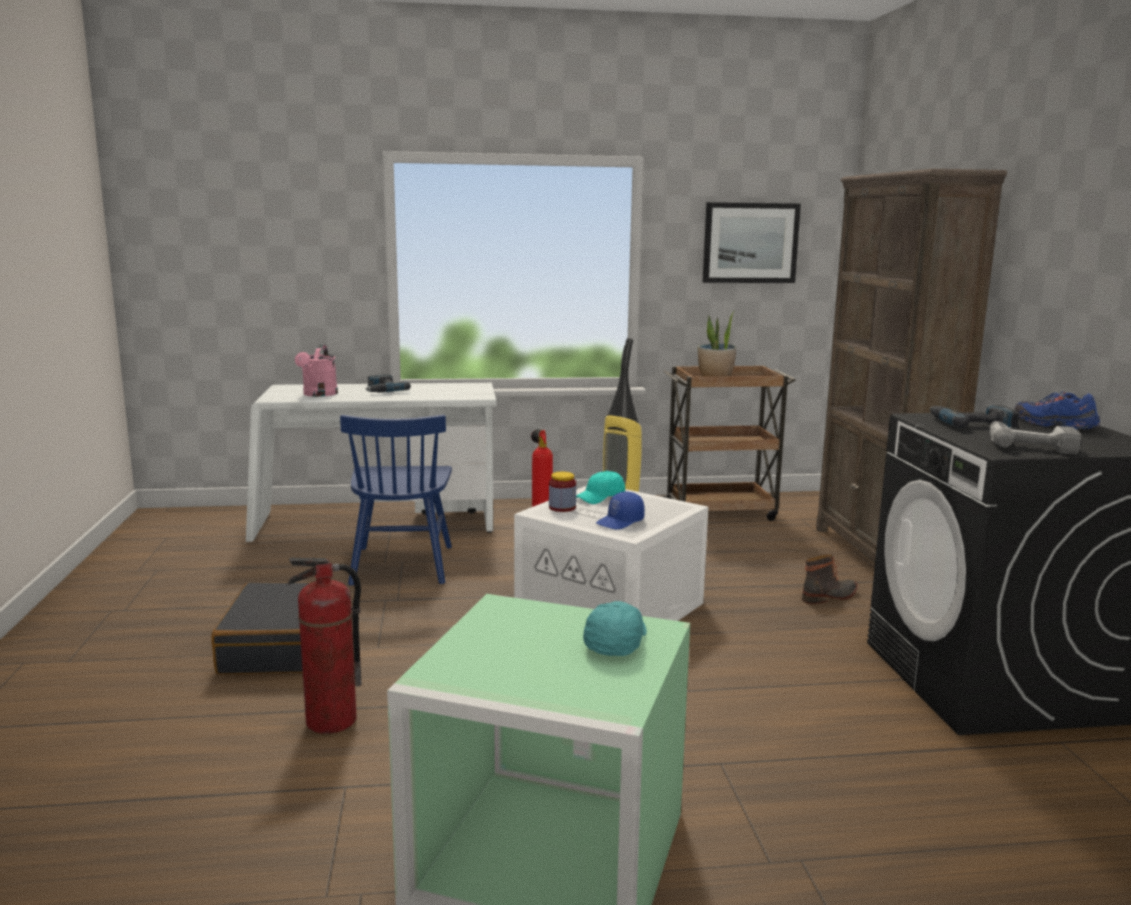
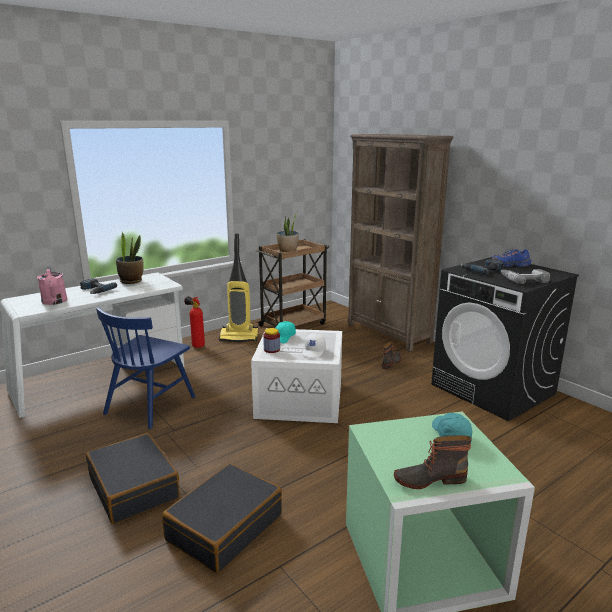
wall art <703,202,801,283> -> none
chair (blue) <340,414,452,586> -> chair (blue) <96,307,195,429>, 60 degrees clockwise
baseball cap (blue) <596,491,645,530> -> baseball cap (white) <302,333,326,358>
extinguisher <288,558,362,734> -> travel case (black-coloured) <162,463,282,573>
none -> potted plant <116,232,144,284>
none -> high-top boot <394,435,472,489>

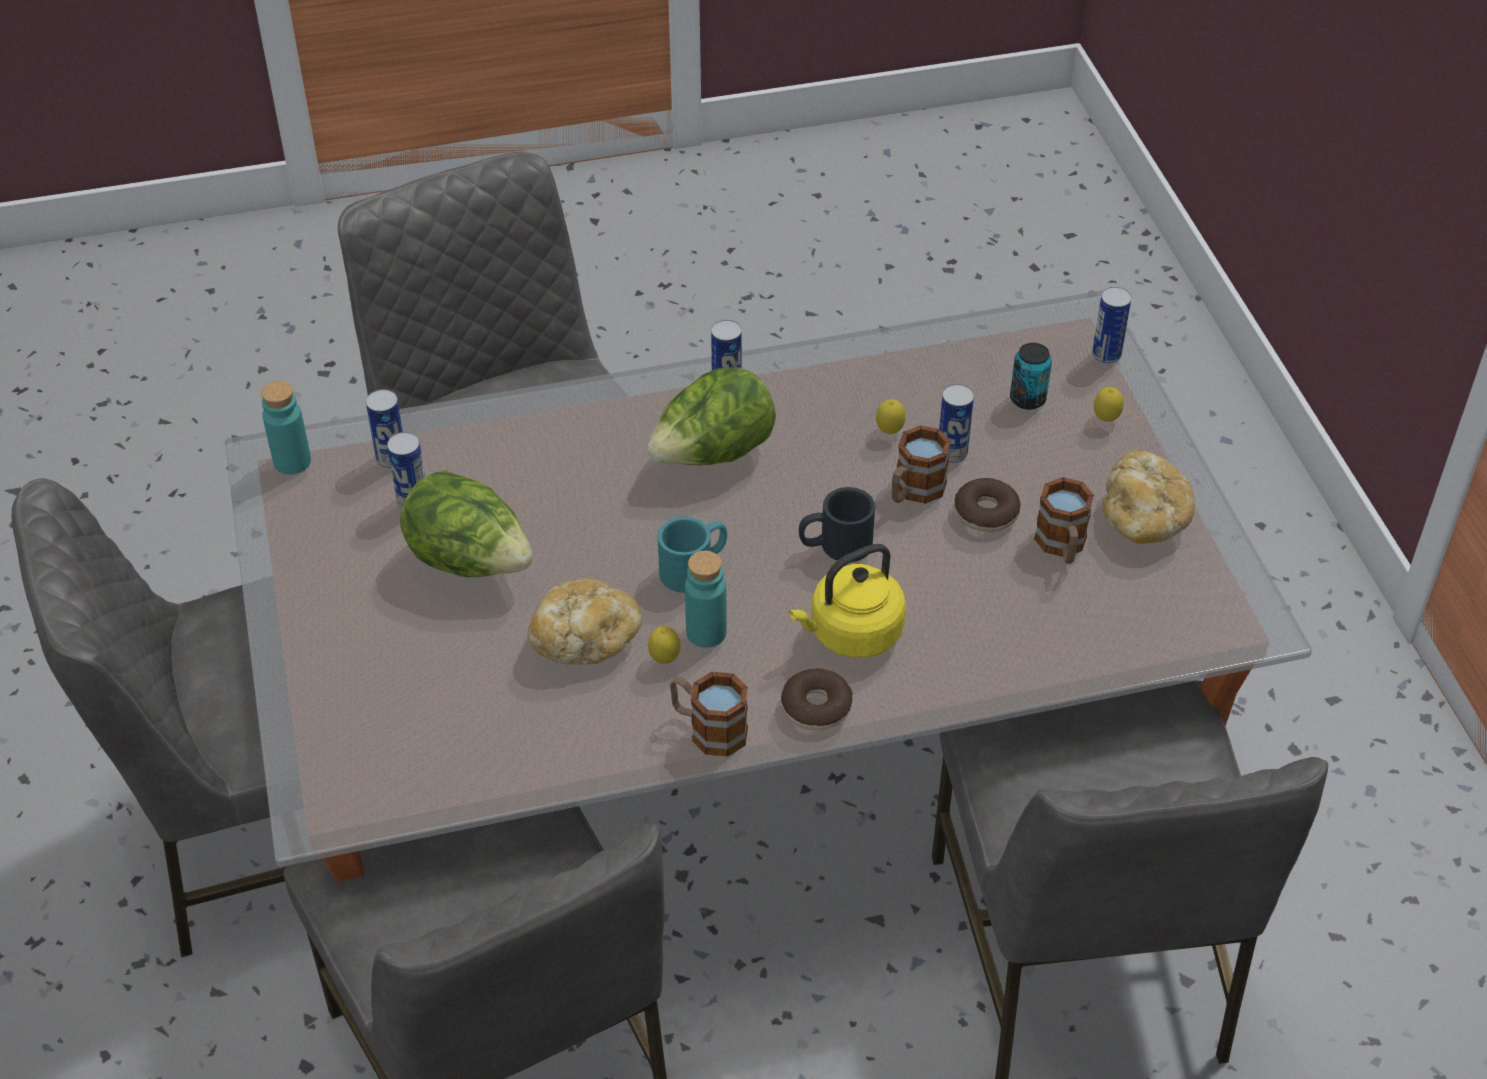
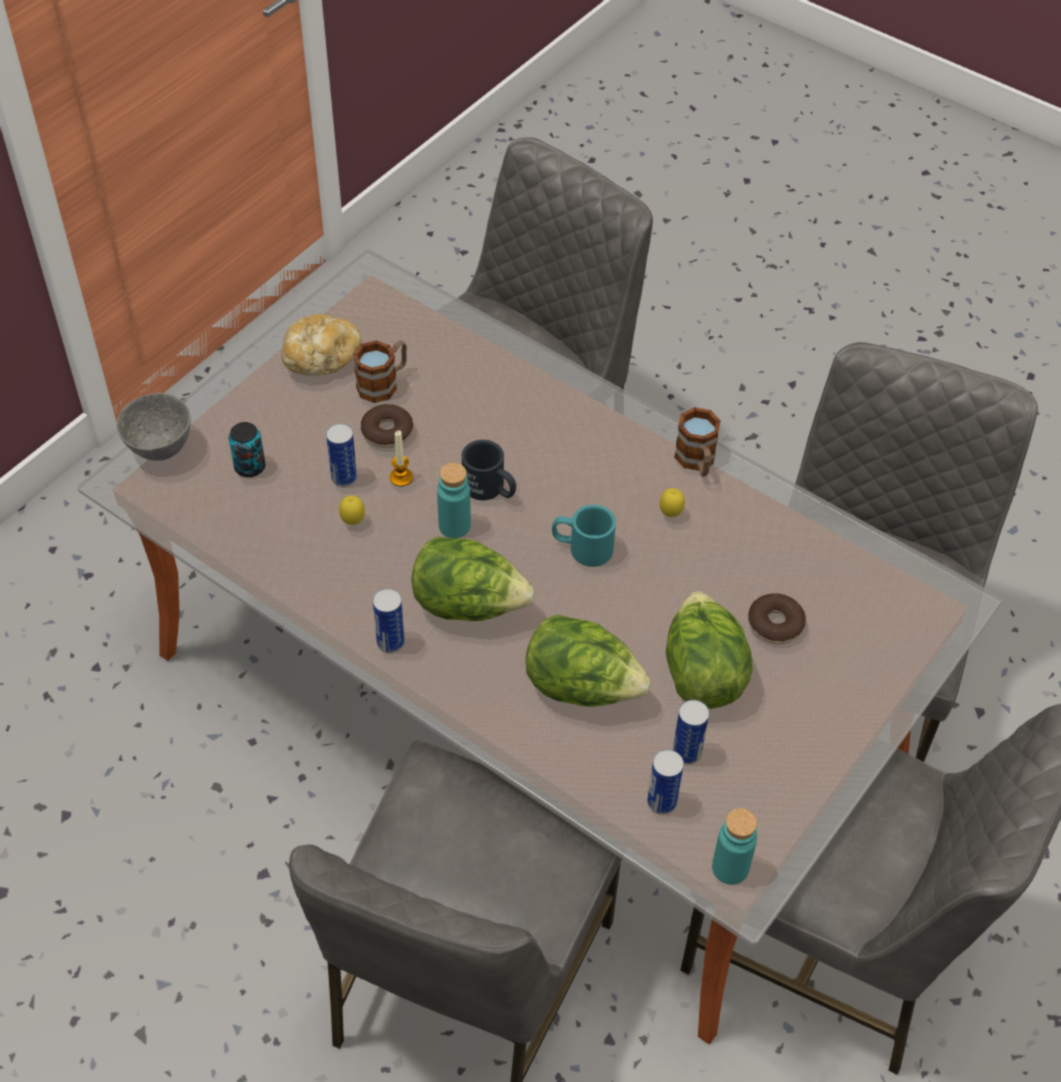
sealed can <1092,287,1132,364> -> deep dish (grey) <117,393,191,461>
citrus fruit <1094,387,1124,422> -> none
mug <892,425,951,504> -> wax light <390,431,413,487>
water kettle (yellow-coloured) <789,544,906,658> -> none
bottle (turquoise-coloured) <685,551,727,648> -> bottle (turquoise-coloured) <437,463,471,538>, moved
bakery bread <528,579,642,665> -> none
doughnut <781,668,852,730> -> doughnut <748,593,806,644>, moved
none -> lettuce <526,614,651,707>

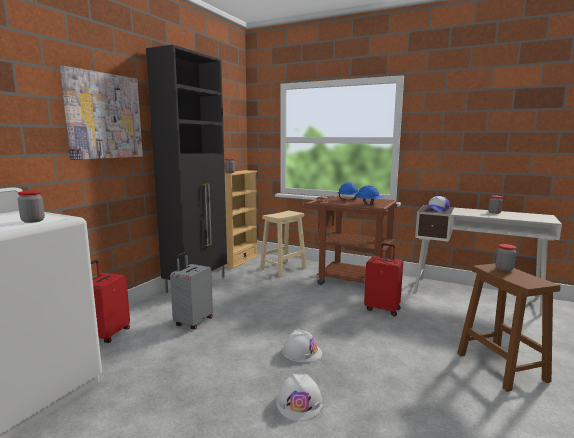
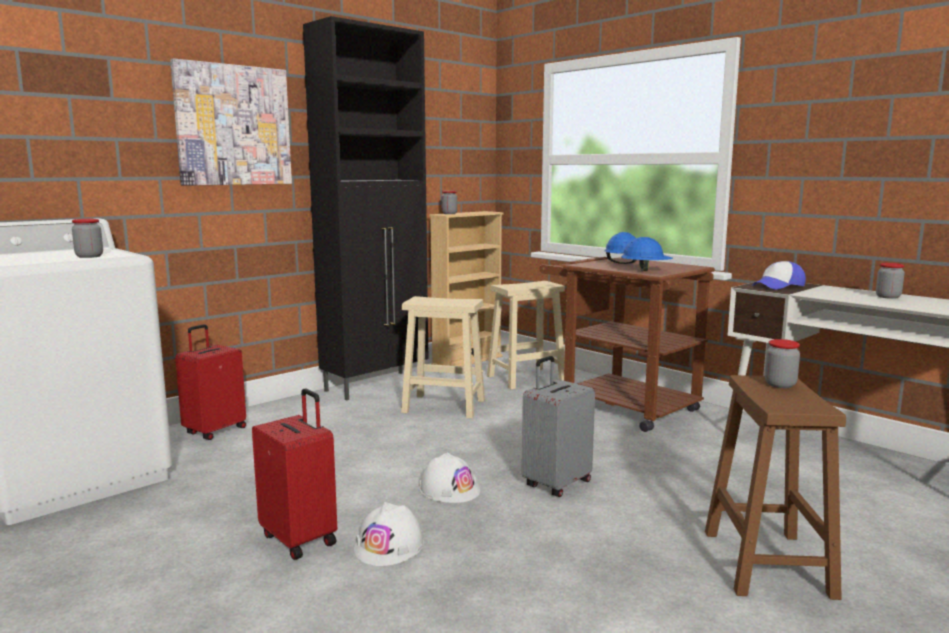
travel case (red-coloured) <364,243,403,316> -> travel case (red-coloured) <252,388,337,560>, moved
travel case (grey) <170,252,213,330> -> travel case (grey) <522,356,595,497>, moved
none -> sitting stool (sand-coloured) <401,296,485,419>

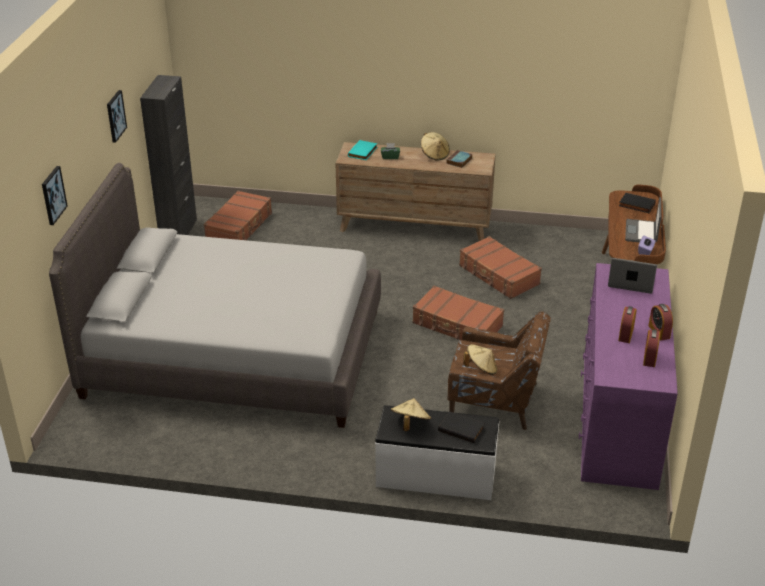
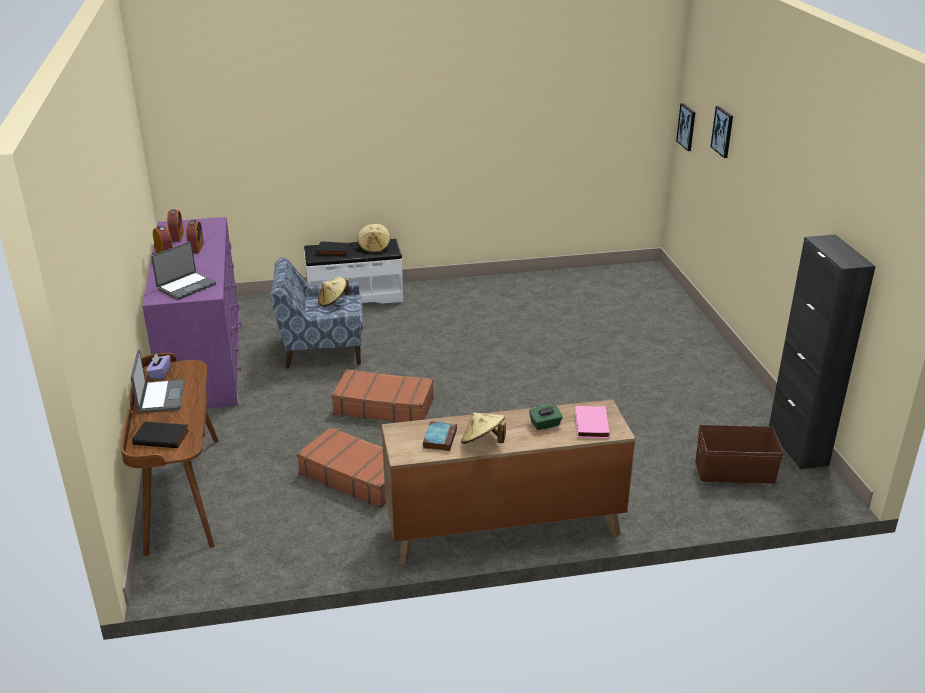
wall art <107,90,127,143> -> wall art <676,103,695,151>, moved
book (turquoise-coloured) <348,140,377,160> -> book (pinkish) <575,406,610,439>
bedroom bed (grey) <49,163,381,428> -> none
travel case (brown) <204,190,272,240> -> storage container (brown) <695,425,784,484>
laptop <608,258,657,294> -> laptop <151,241,216,300>, 45 degrees counterclockwise
armchair (brown) <447,312,551,430> -> armchair (blue) <270,257,363,368>

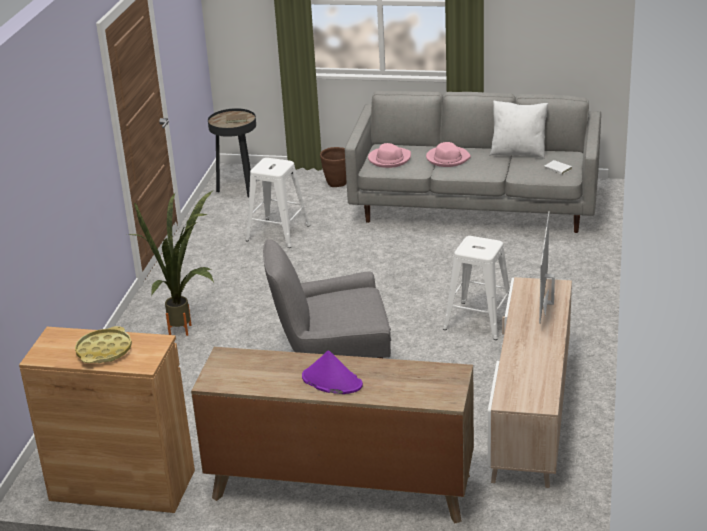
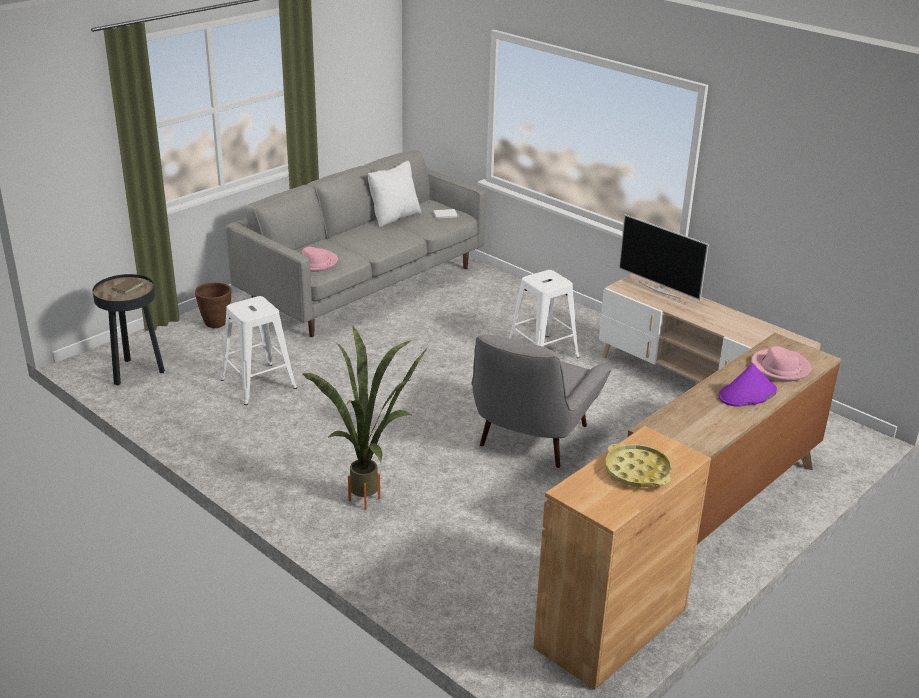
hat (pinkish) <426,142,471,167> -> hat (pinkish) <751,346,811,382>, moved

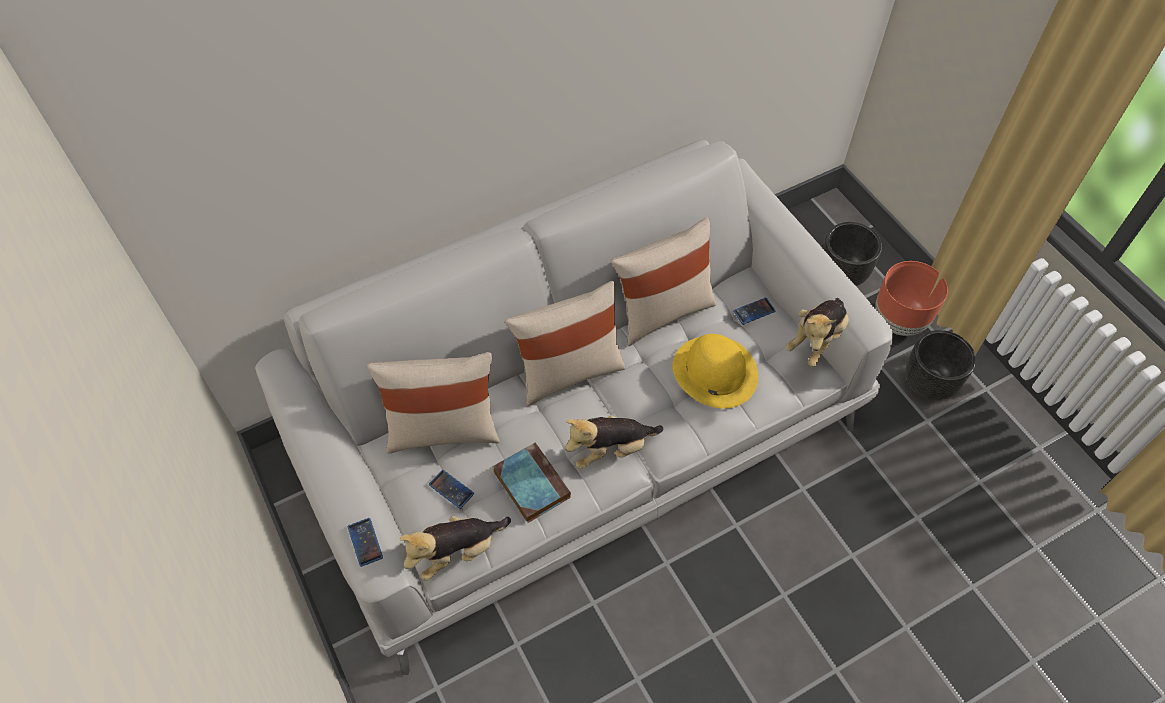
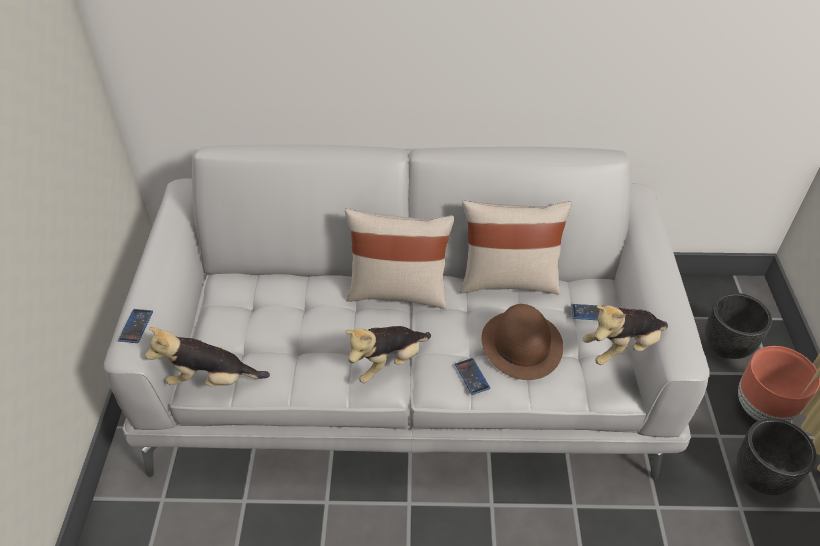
hat (yellow-coloured) <673,334,758,408> -> hat (brown) <481,304,563,380>
cushion (sand-coloured) <367,352,500,454> -> none
soft toy <565,415,663,469> -> soft toy <345,326,431,383>, 45 degrees counterclockwise
book <493,443,571,523> -> none
telephone <429,470,474,509> -> telephone <455,358,490,395>, moved

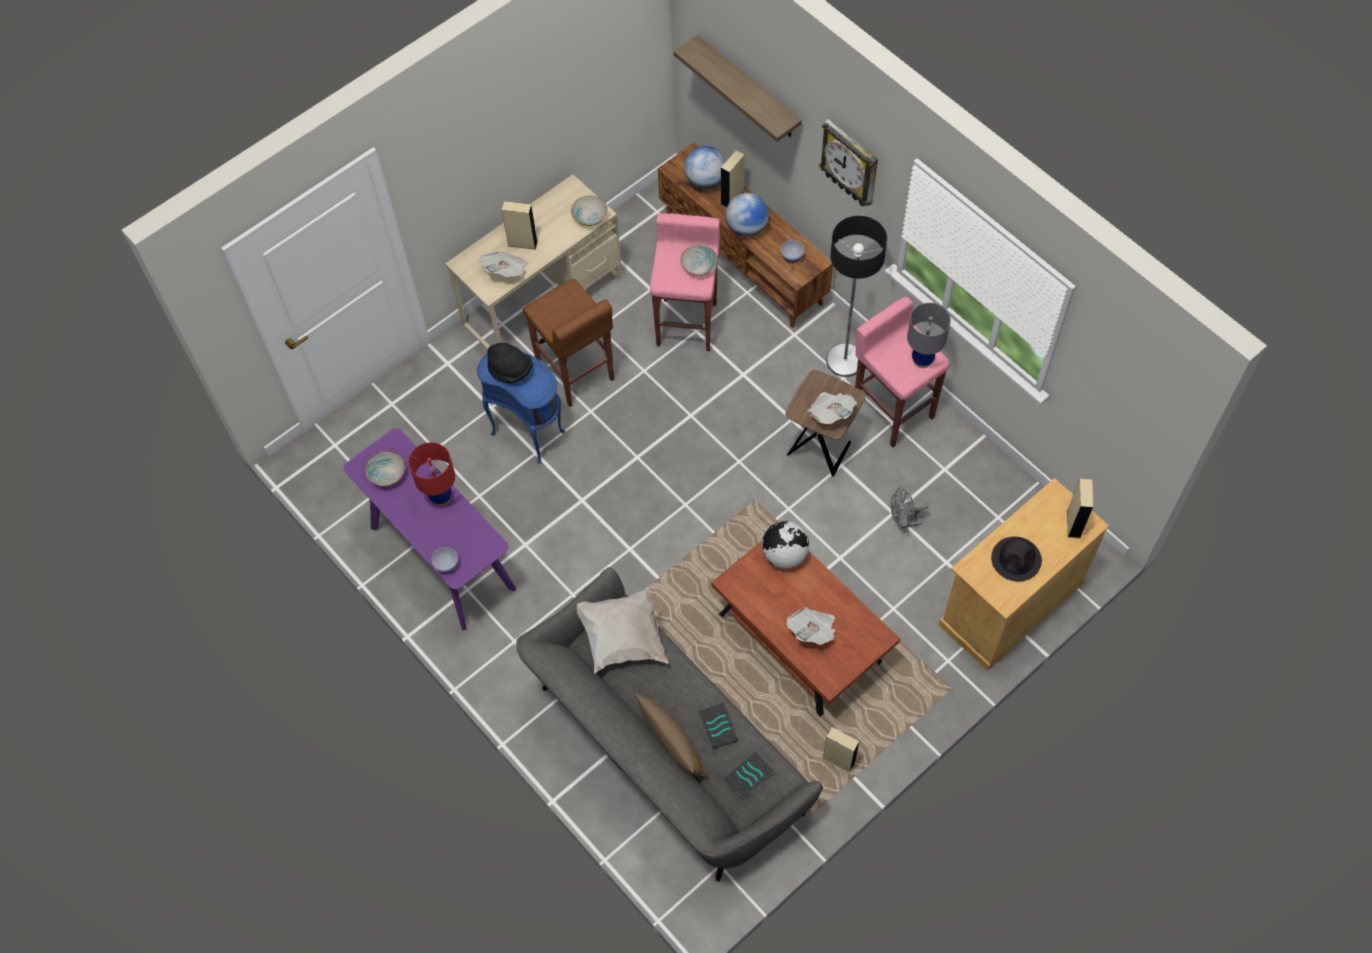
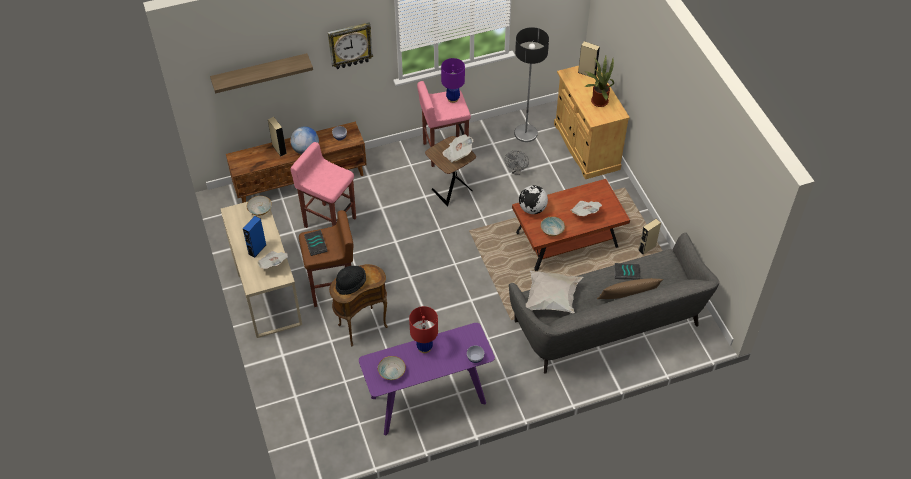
desk globe <685,146,726,189> -> none
audio speaker (sand-coloured) <502,201,538,250> -> audio speaker (blue) <243,216,266,258>
standard lamp <826,216,887,377> -> standard lamp <514,27,549,142>, moved
deep dish <680,245,718,276> -> deep dish <540,216,565,236>, moved
table lamp (grey) <907,303,951,368> -> table lamp (purple) <441,58,465,103>
accent table (blue) <477,351,565,464> -> accent table (brown) <329,264,388,346>
hat (black-coloured) <991,537,1042,582> -> potted plant <584,55,614,107>
book <724,752,775,800> -> book <304,230,328,256>, moved

